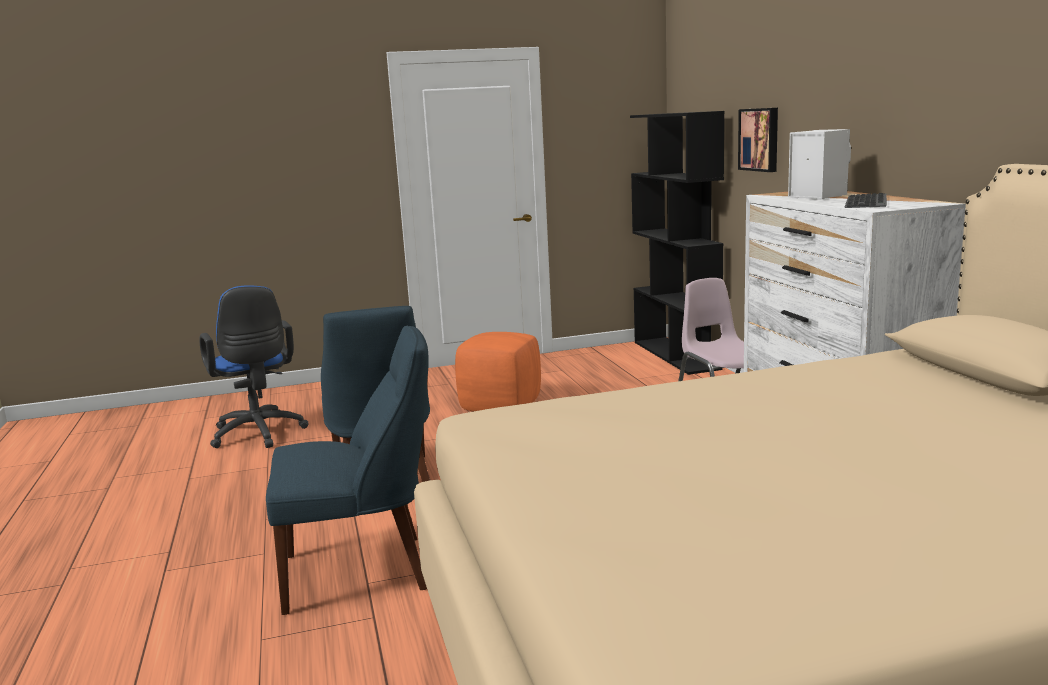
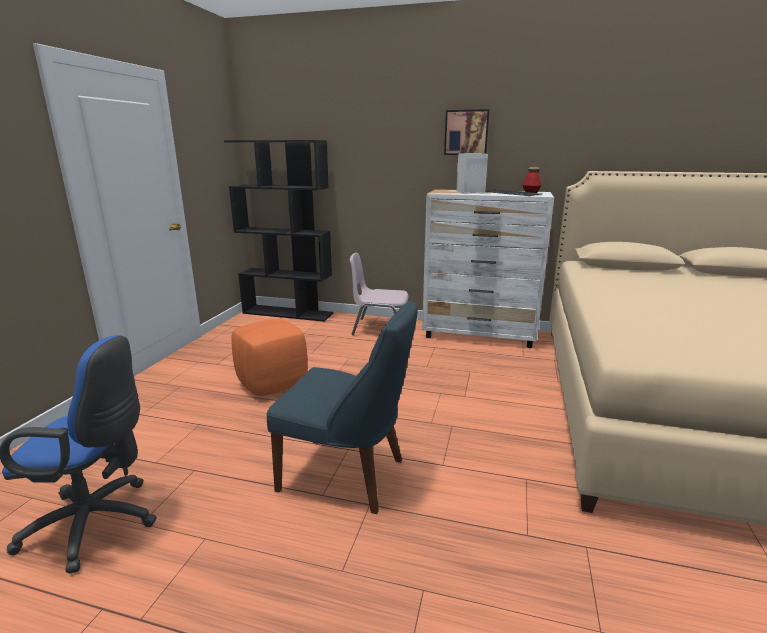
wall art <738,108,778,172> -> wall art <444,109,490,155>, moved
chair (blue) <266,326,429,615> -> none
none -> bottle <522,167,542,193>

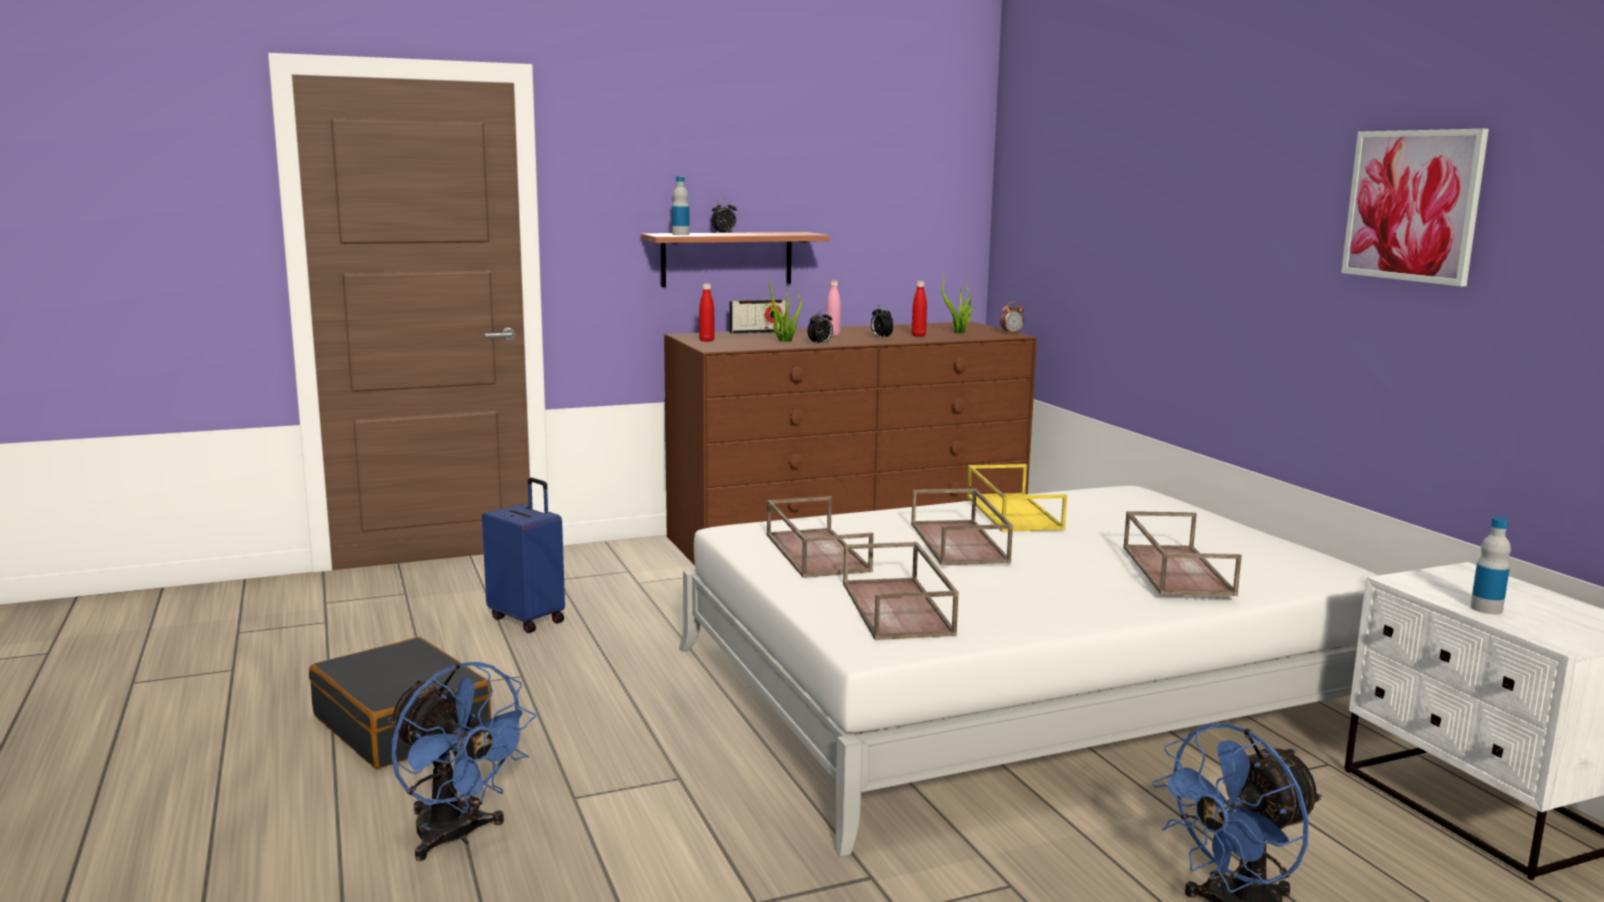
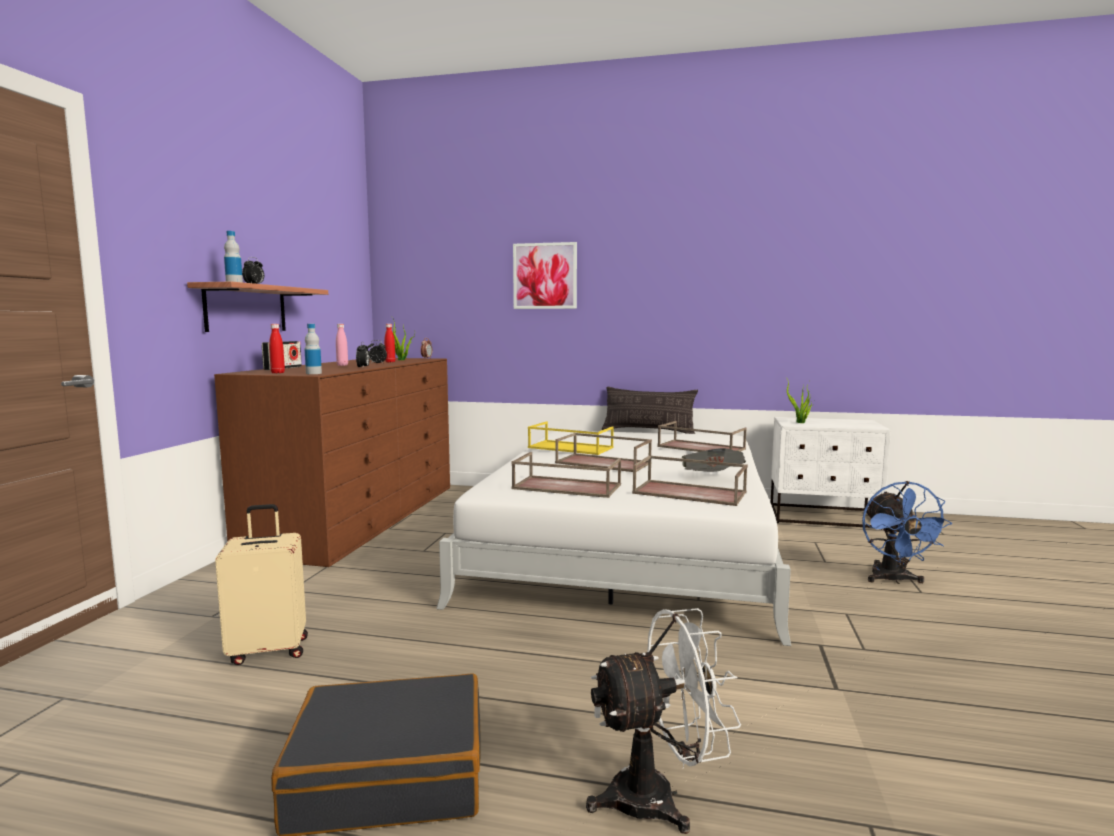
wall art <1341,129,1489,286> -> wall art <513,242,577,309>, moved
potted plant <764,271,802,342> -> potted plant <784,375,815,423>, moved
travel case (blue) <482,478,565,633> -> travel case (sand-coloured) <215,504,308,665>
bottle <1470,517,1511,614> -> bottle <304,324,322,374>, moved
cooling fan (blue) <388,662,536,861> -> cooling fan (white) <586,608,741,834>
none -> cushion <602,387,698,434>
none -> printed paper <682,448,746,472>

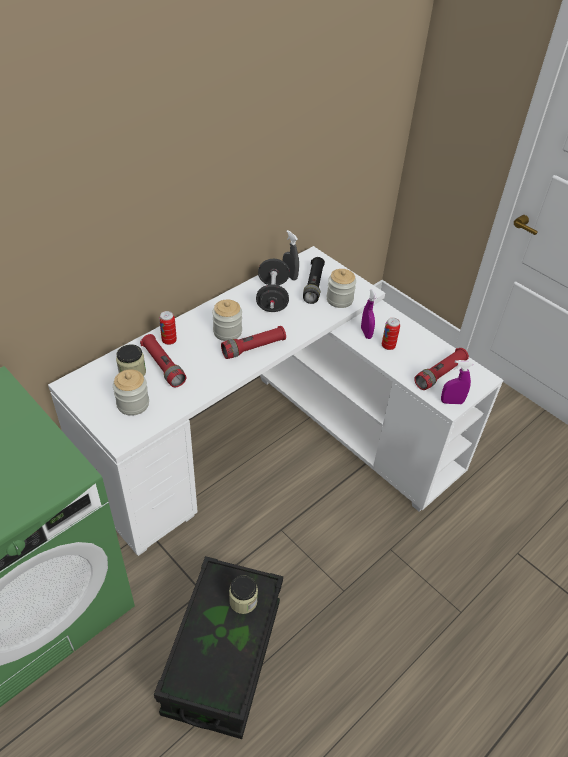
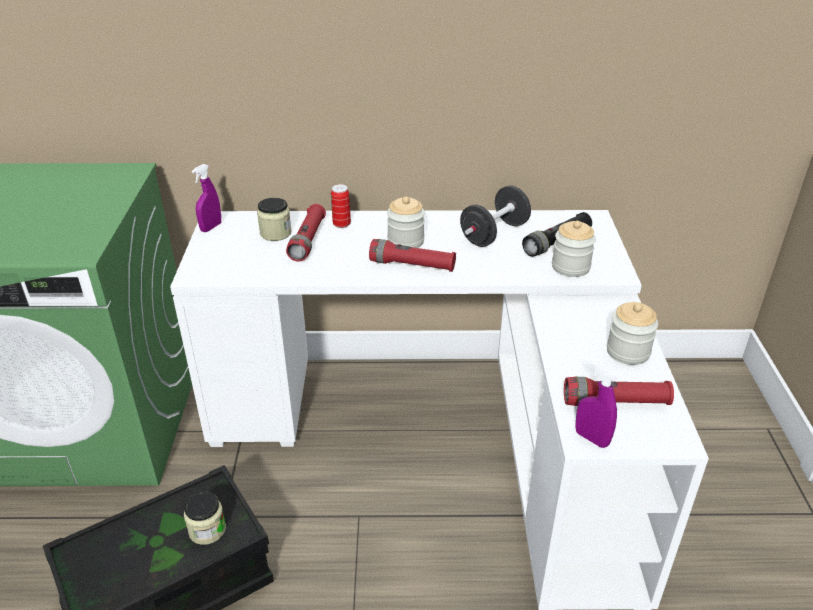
spray bottle (grey) <283,230,299,281> -> none
spray bottle (purple) <361,289,377,339> -> spray bottle (purple) <192,164,221,232>, moved
sealed can <382,318,400,350> -> none
preserve jar <113,369,149,416> -> preserve jar <607,302,658,365>, moved

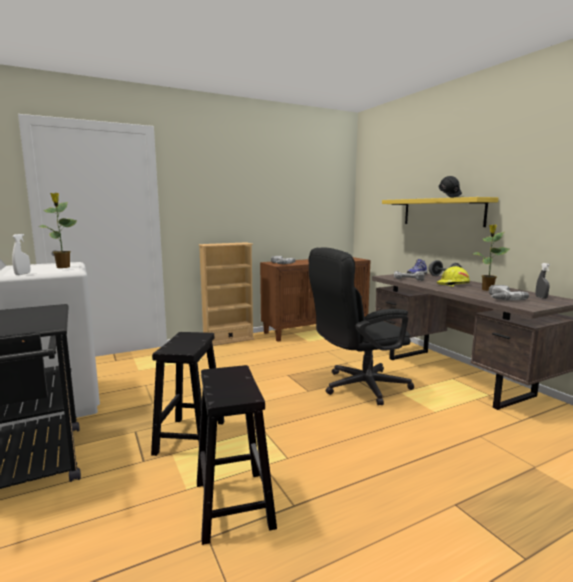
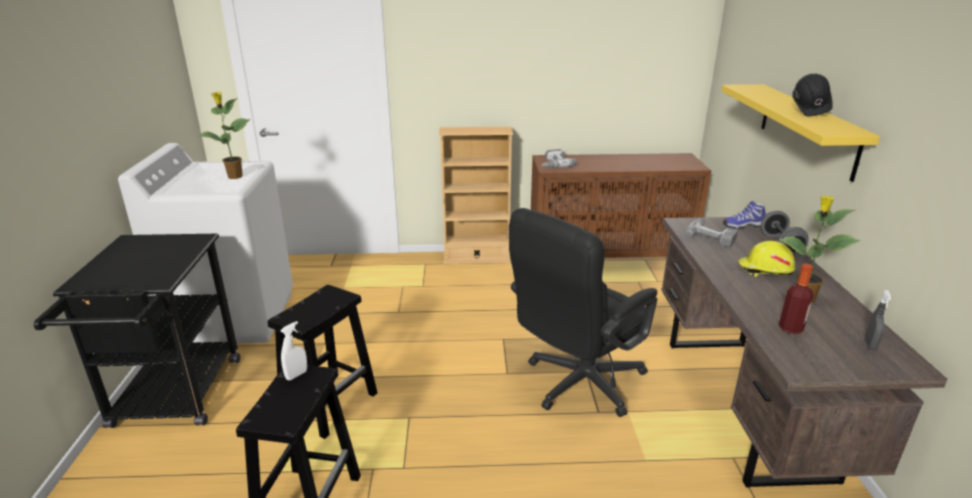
spray bottle (white) <12,234,31,275> -> spray bottle (white) <281,321,307,380>, moved
office chair (black-coloured) <309,247,414,405> -> office chair (black-coloured) <509,208,657,417>, 45 degrees counterclockwise
drill <489,285,529,300> -> bottle <779,264,814,334>

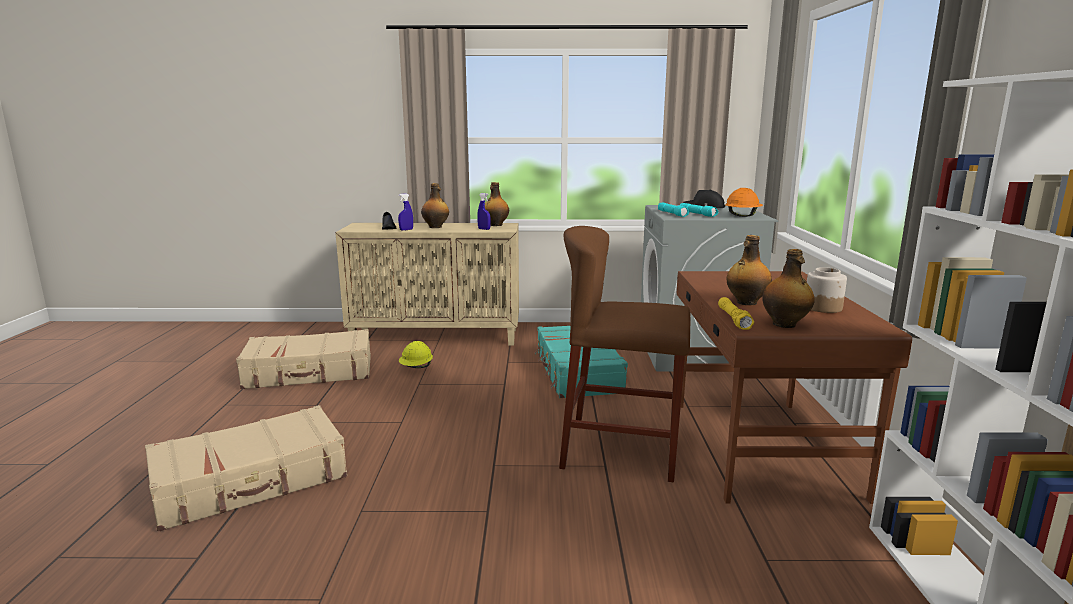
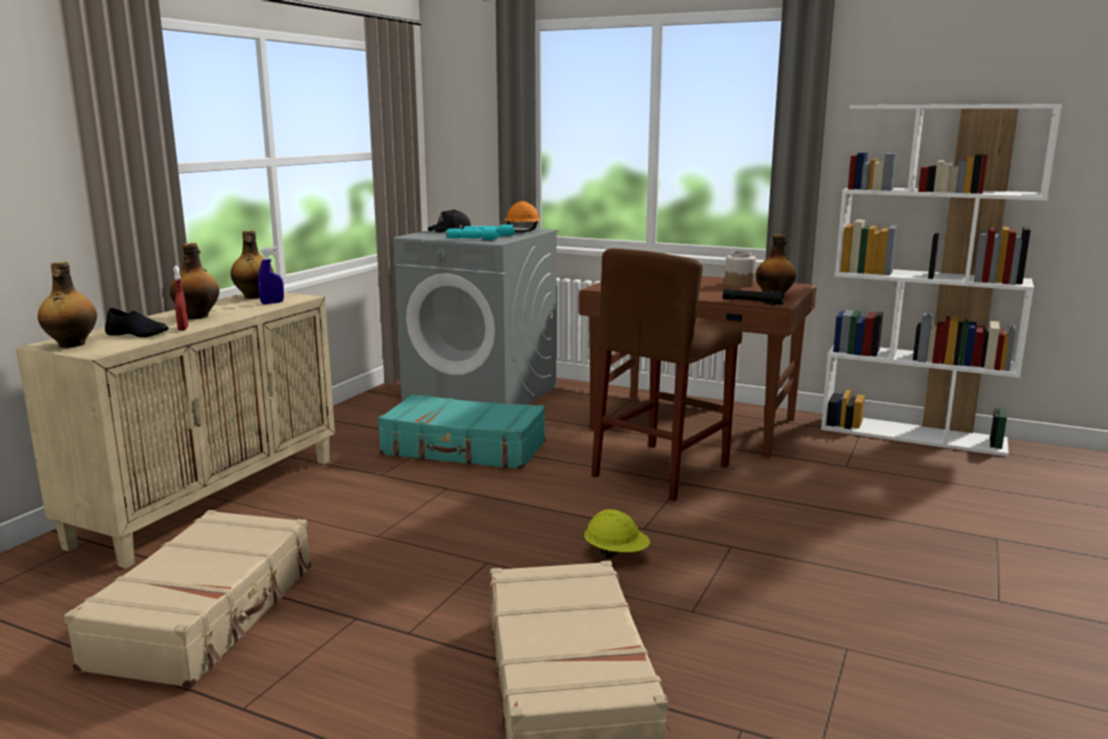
spray bottle (blue) <398,193,413,231> -> spray bottle (red-coloured) <173,266,188,331>
bottle <727,235,772,305> -> bottle <38,262,97,348>, moved
flashlight (yellow-coloured) <718,297,754,330> -> flashlight (black-coloured) <723,288,784,305>
hard hat (yellow-coloured) <399,341,433,368> -> hard hat (yellow-coloured) <584,509,650,558>, moved

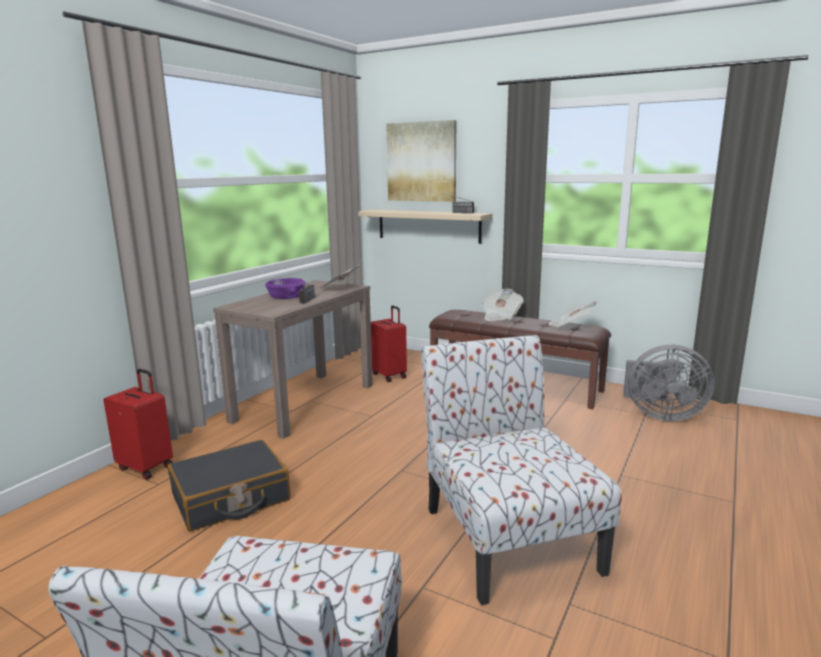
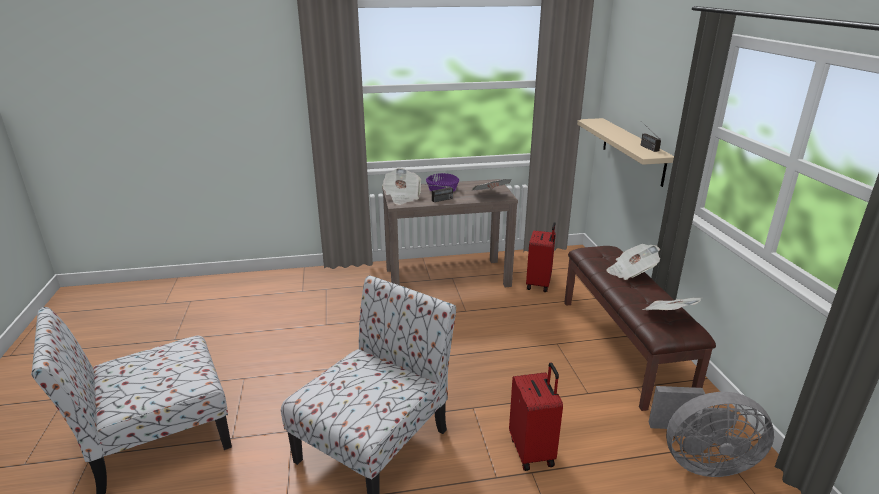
wall art <386,120,456,202> -> none
cooling fan (grey) <623,345,714,421> -> cooling fan (grey) <649,386,774,477>, 60 degrees counterclockwise
travel case (red-coloured) <104,369,173,480> -> travel case (red-coloured) <509,363,563,471>, moved
travel case (black-coloured) <168,440,290,531> -> none
none -> printed paper <382,168,421,205>

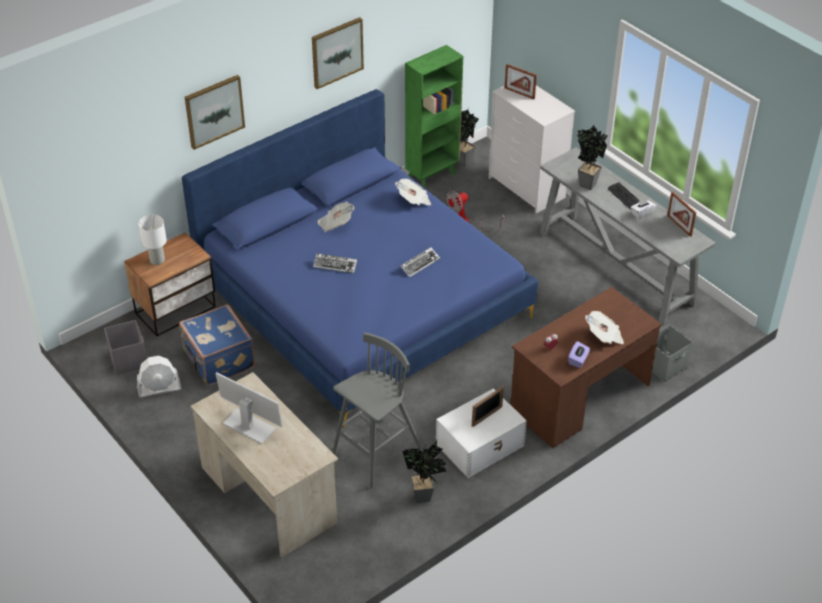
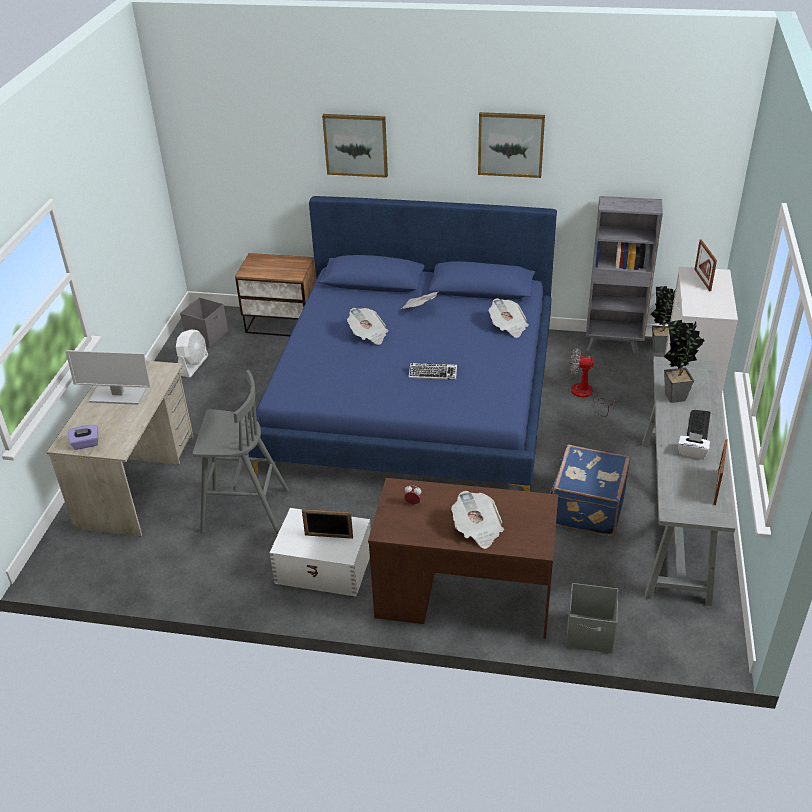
bookcase (greenish) <405,45,463,188> -> bookcase (grey) <586,196,663,354>
table lamp (white) <138,215,167,265> -> none
computer keyboard <313,253,357,273> -> printed paper <347,308,389,345>
travel case (blue) <179,304,255,385> -> travel case (blue) <550,445,630,536>, moved
box of tissues (purple) <568,341,590,368> -> box of tissues (purple) <68,425,98,450>, moved
cooling fan (white) <137,356,181,398> -> cooling fan (white) <176,330,208,378>, 105 degrees counterclockwise
monitor <215,372,283,444> -> monitor <66,350,151,405>, 105 degrees clockwise
potted plant <402,440,446,503> -> none

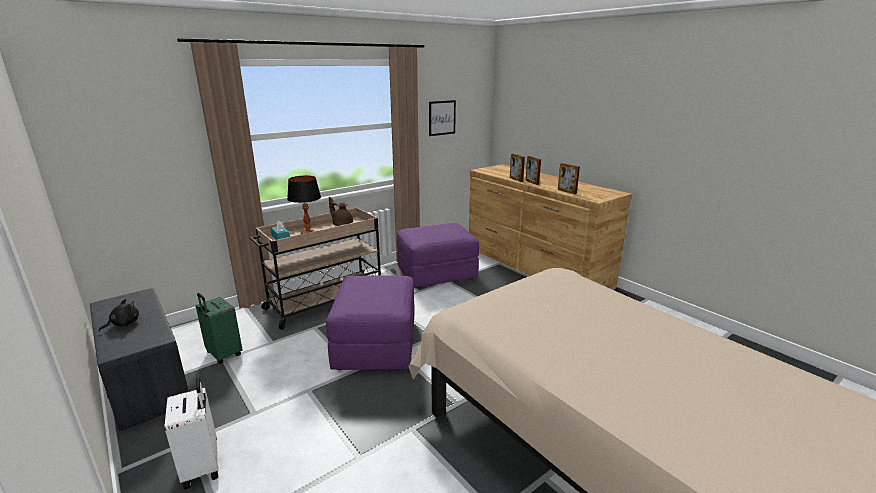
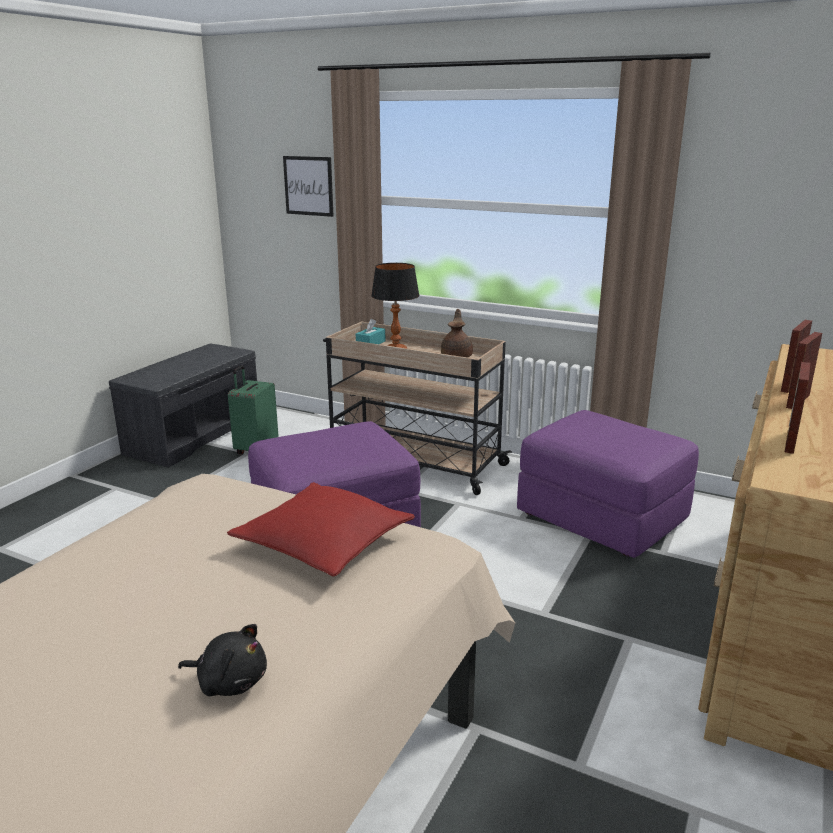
wall art <429,100,456,136> -> wall art <283,156,334,217>, moved
soft toy (black-coloured) <99,299,139,331> -> soft toy (black-coloured) <178,624,267,697>, moved
travel case (white) <165,378,219,489> -> none
none -> cushion (red-coloured) <227,482,415,577>

